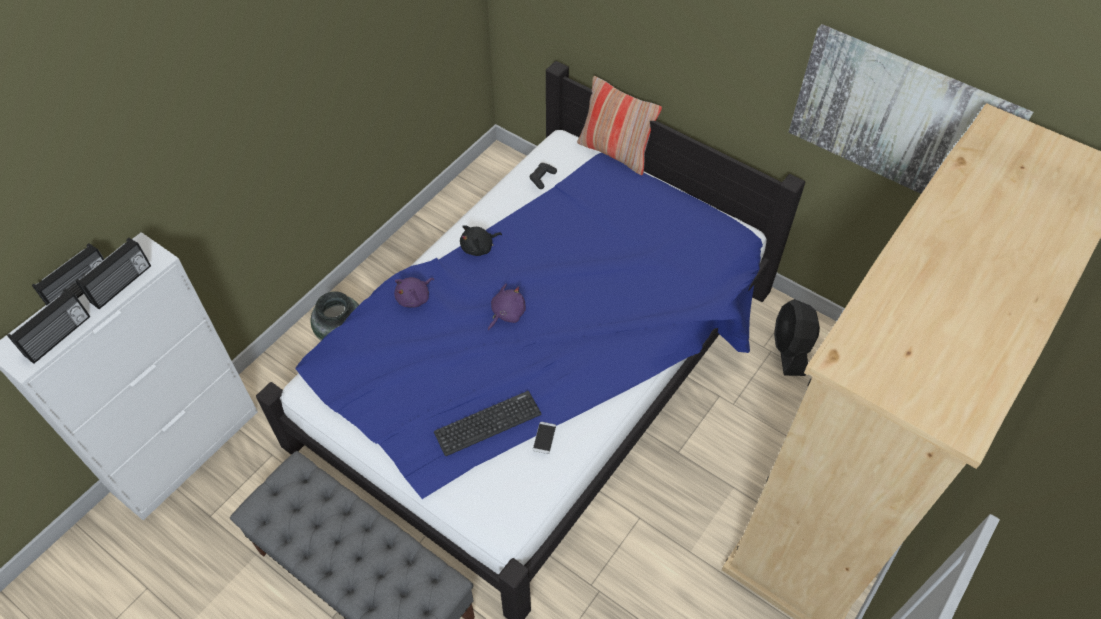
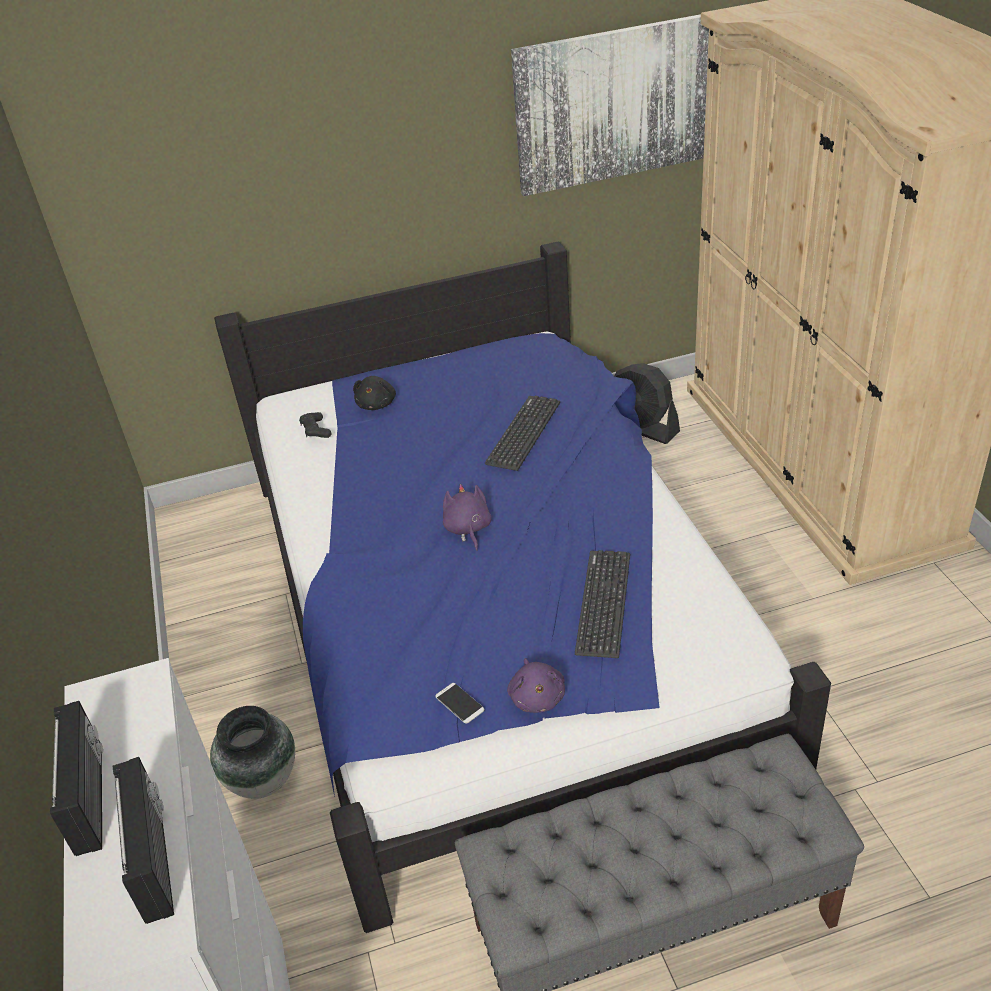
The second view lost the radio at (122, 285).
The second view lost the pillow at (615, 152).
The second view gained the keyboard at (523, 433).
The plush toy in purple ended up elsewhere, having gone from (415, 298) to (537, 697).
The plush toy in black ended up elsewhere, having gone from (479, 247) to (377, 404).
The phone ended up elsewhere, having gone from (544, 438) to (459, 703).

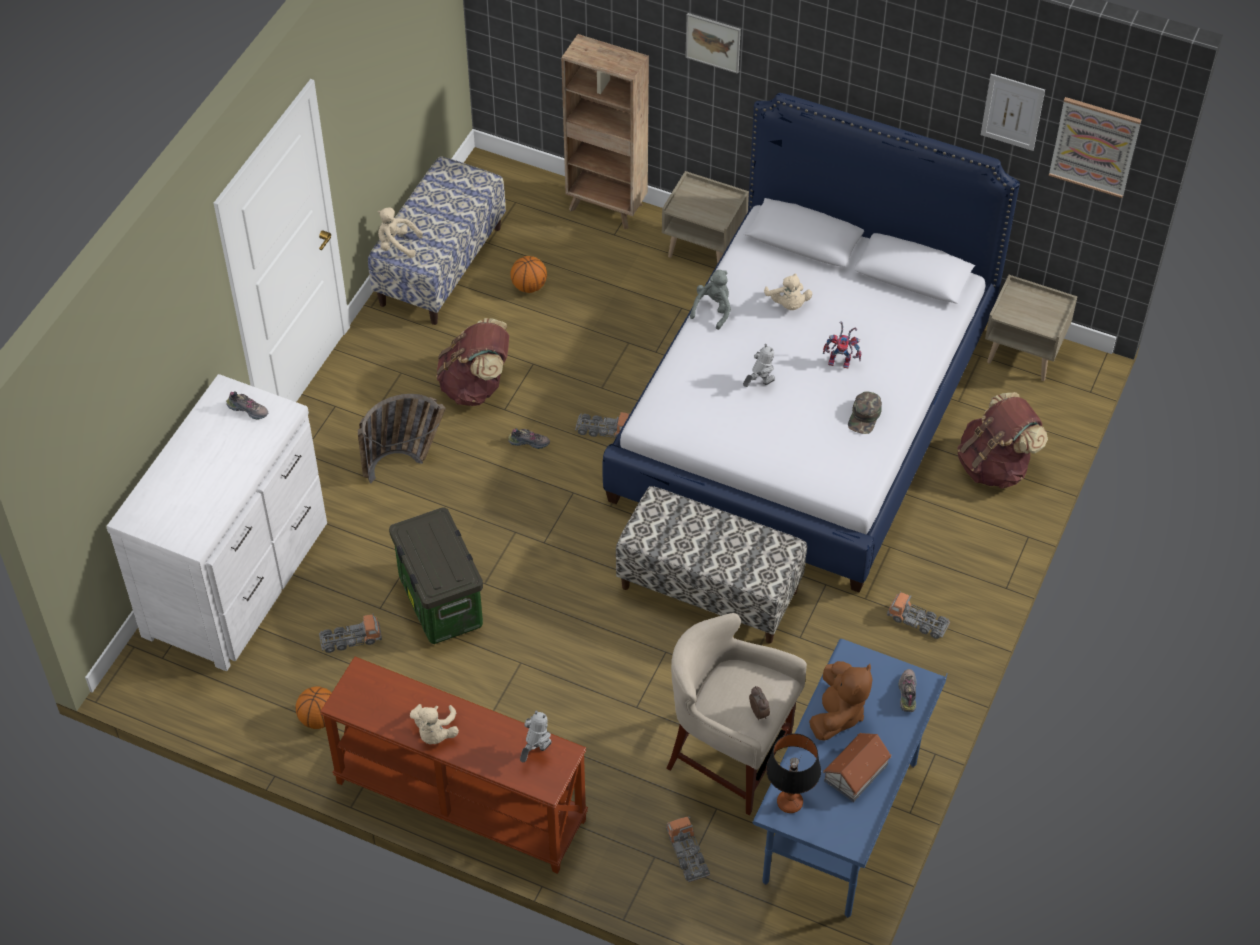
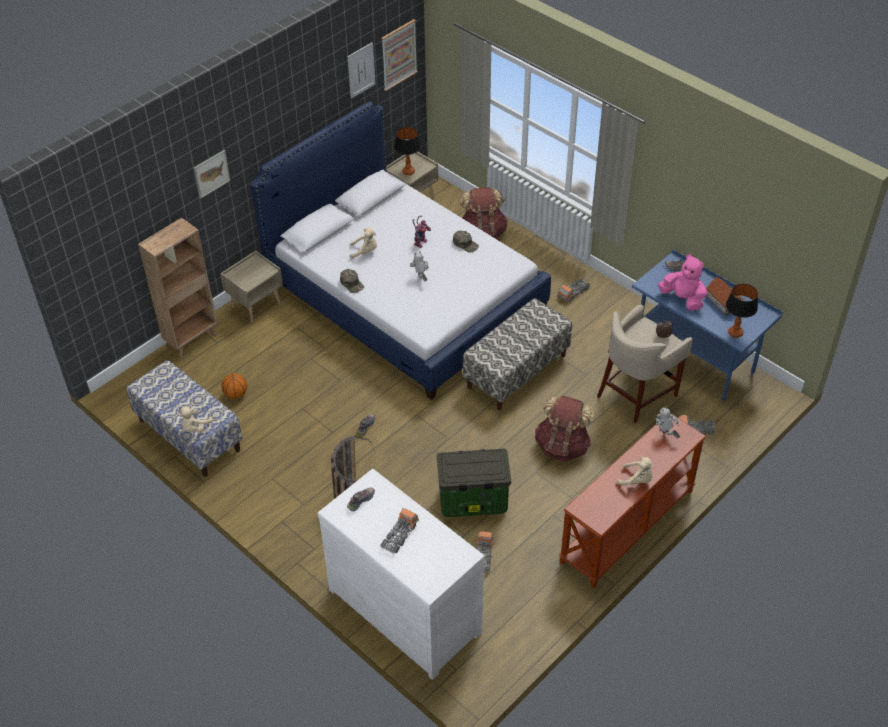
The second view lost the basketball at (319, 719).
The second view gained the table lamp at (408, 172).
The backpack in brown ended up elsewhere, having gone from (476, 386) to (562, 446).
The toy truck ended up elsewhere, having gone from (604, 430) to (400, 535).
Where the plush toy in grey stood at (713, 310), the cap in green came to stand at (352, 283).
What was the plush toy in brown at (837, 714) turned into the plush toy in pink at (683, 299).

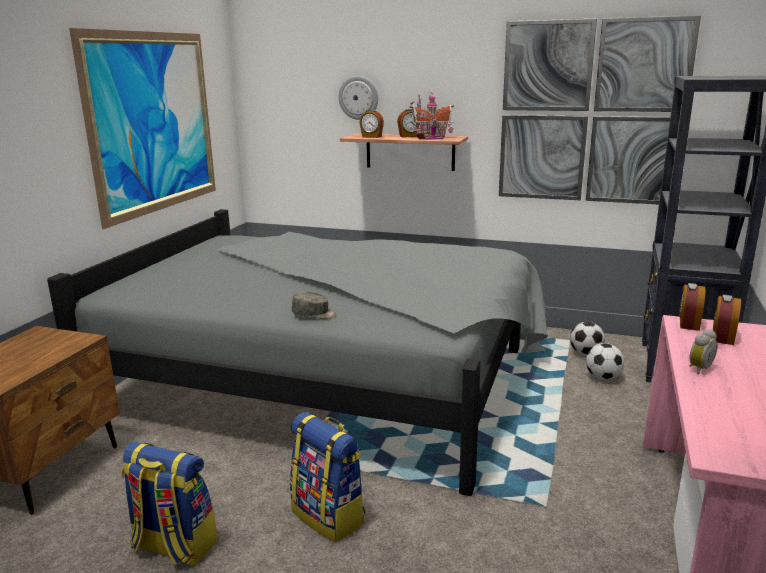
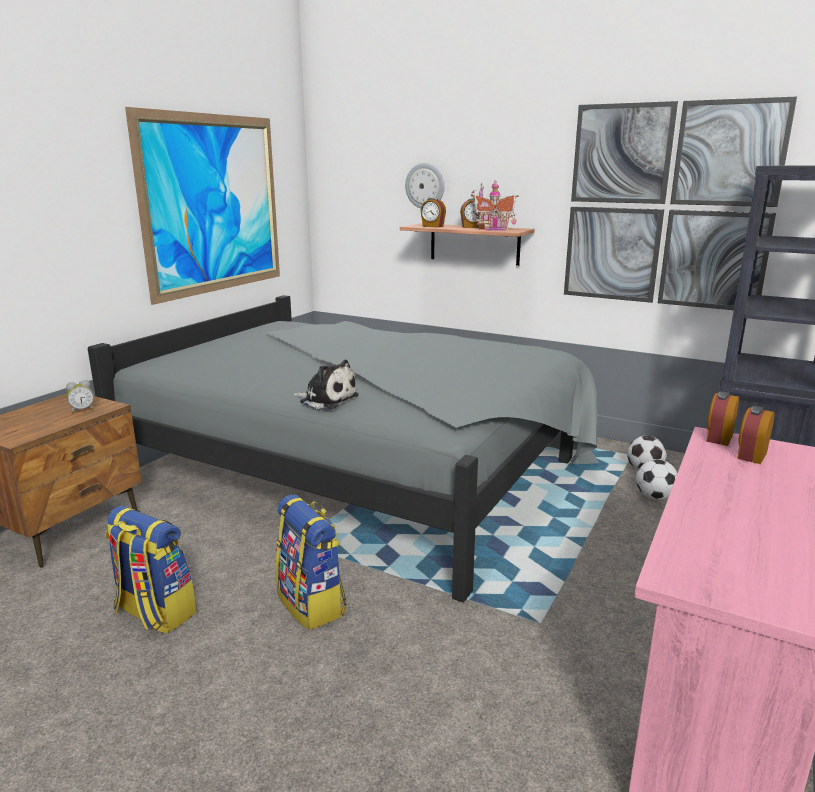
The alarm clock ended up elsewhere, having gone from (698, 369) to (82, 410).
Where the cap in grey stood at (314, 314), the plush toy came to stand at (326, 399).

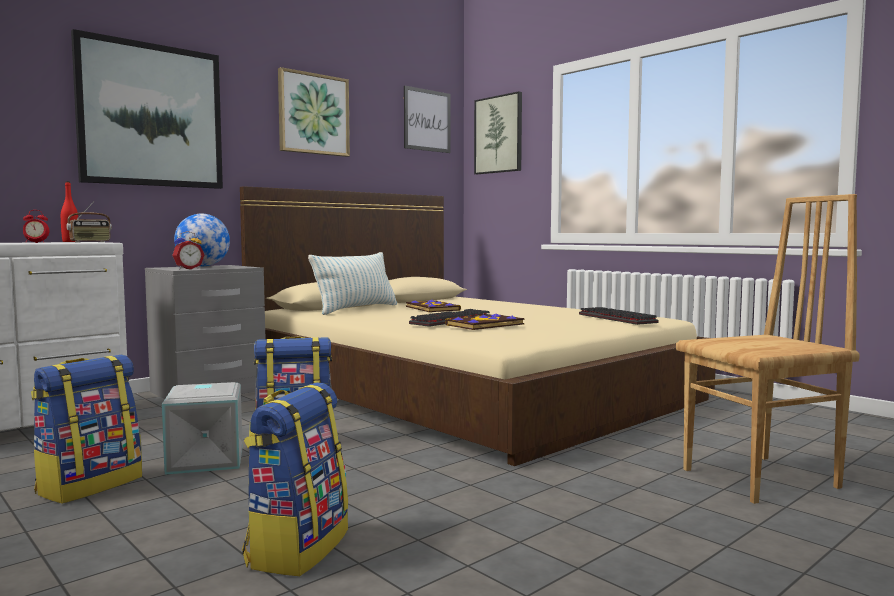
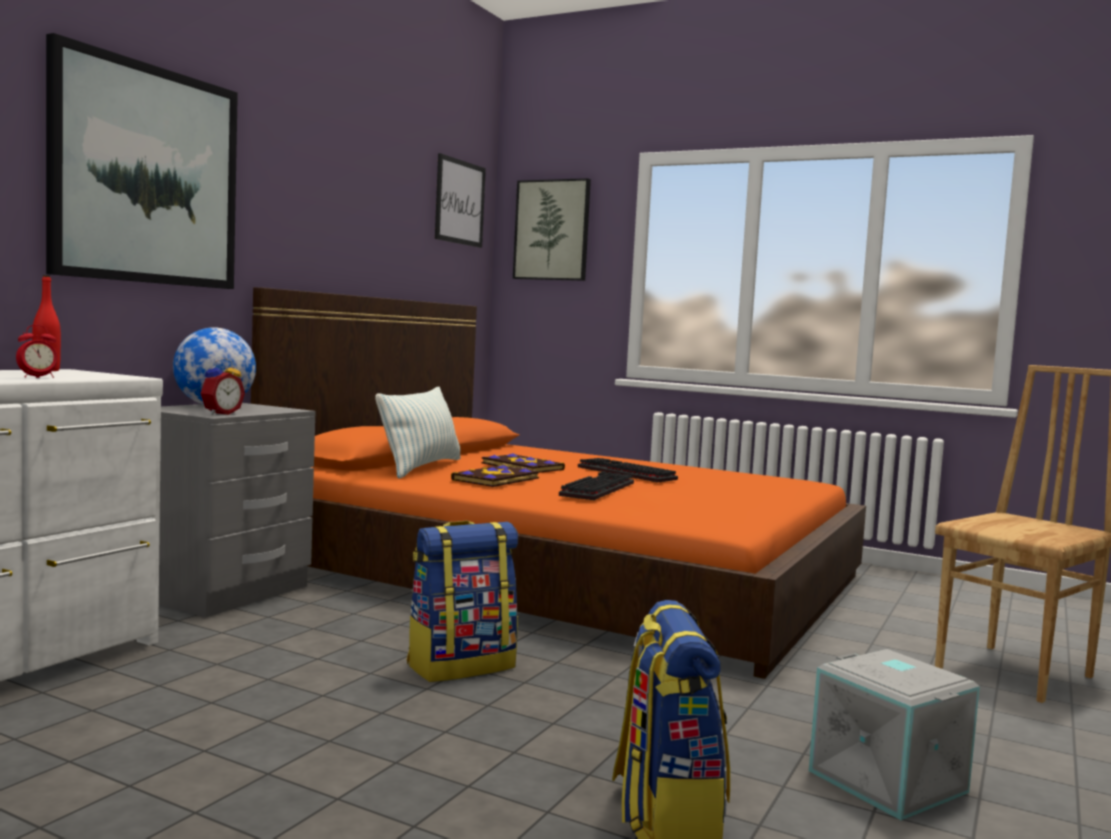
The second view lost the backpack at (90, 485).
The second view lost the radio at (90, 242).
The second view lost the picture at (313, 114).
The storage box in grey ended up elsewhere, having gone from (207, 460) to (890, 781).
The book ended up elsewhere, having gone from (485, 325) to (497, 479).
The keyboard ended up elsewhere, having gone from (614, 318) to (623, 473).
What was the bed in beige at (462, 387) turned into the bed in orange at (566, 571).

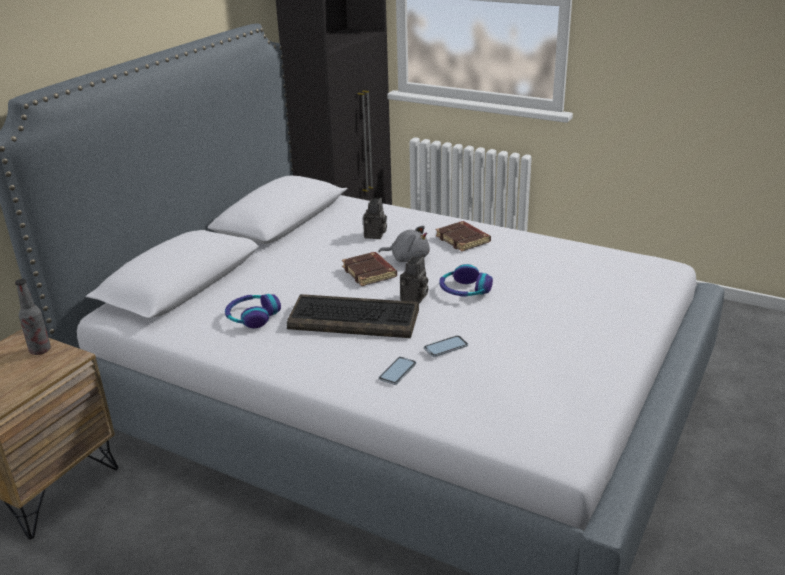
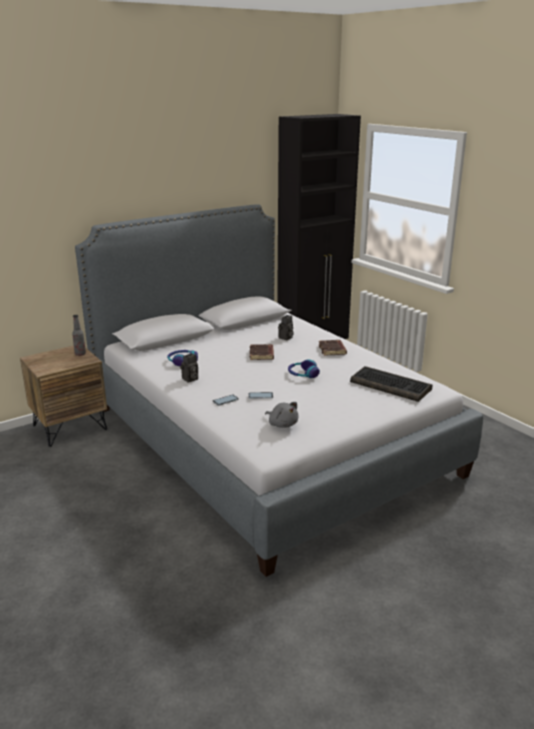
The keyboard ended up elsewhere, having gone from (355, 319) to (391, 385).
The plush toy in grey ended up elsewhere, having gone from (408, 259) to (282, 424).
The photo camera ended up elsewhere, having gone from (414, 299) to (190, 379).

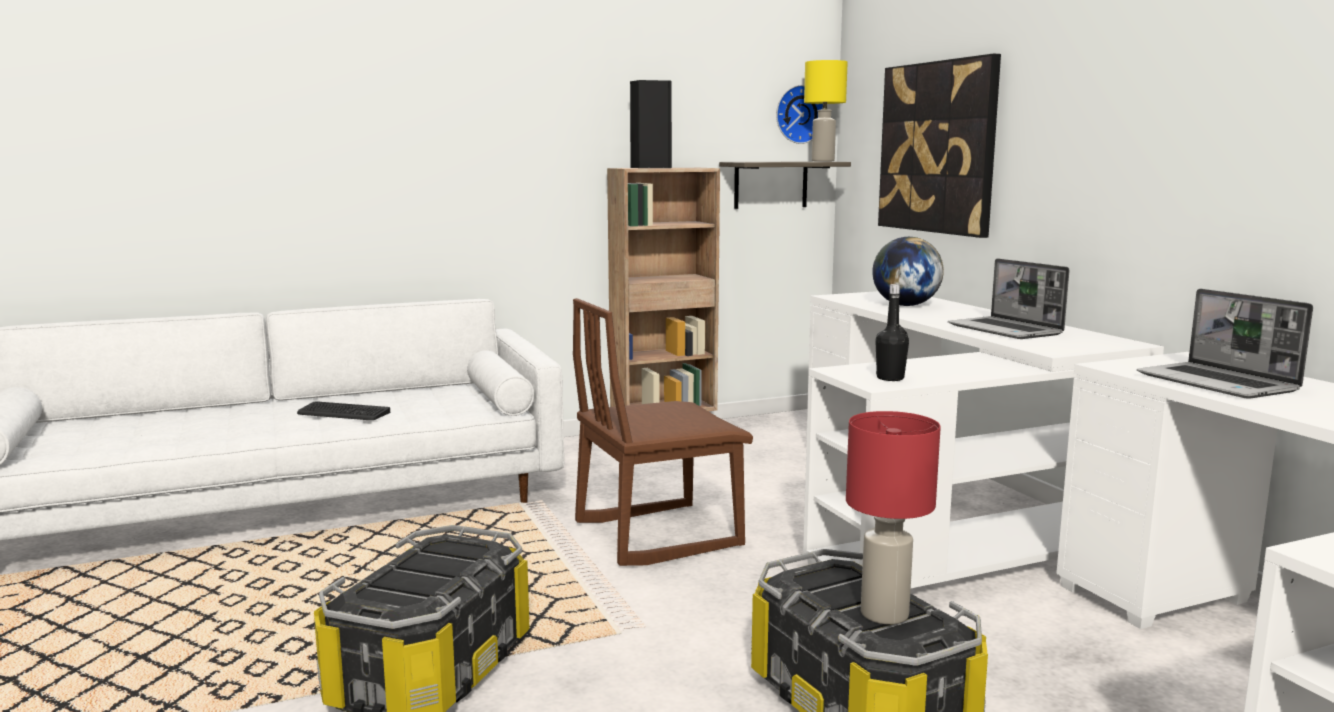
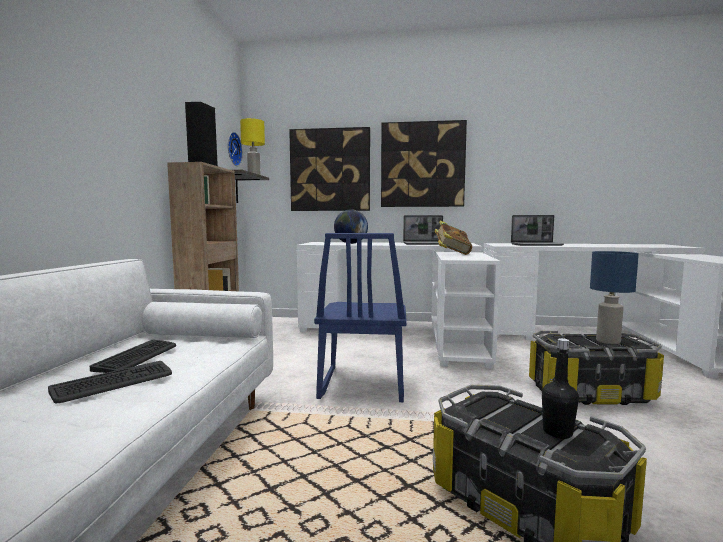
The second view gained the keyboard at (137, 357).
The second view gained the picture at (422, 165).
The second view gained the book at (452, 253).
The bottle in black ended up elsewhere, having gone from (890, 378) to (557, 432).
What was the chair in brown at (657, 534) turned into the chair in blue at (362, 385).
What was the table lamp in red at (885, 615) turned into the table lamp in blue at (608, 341).

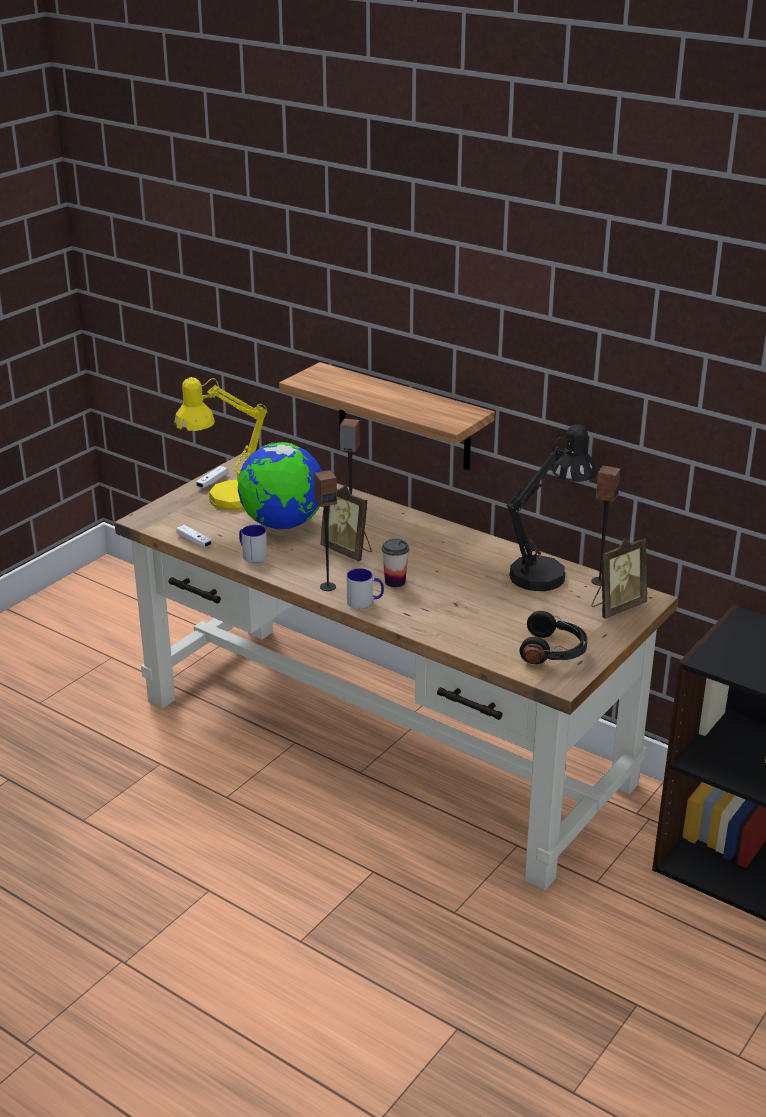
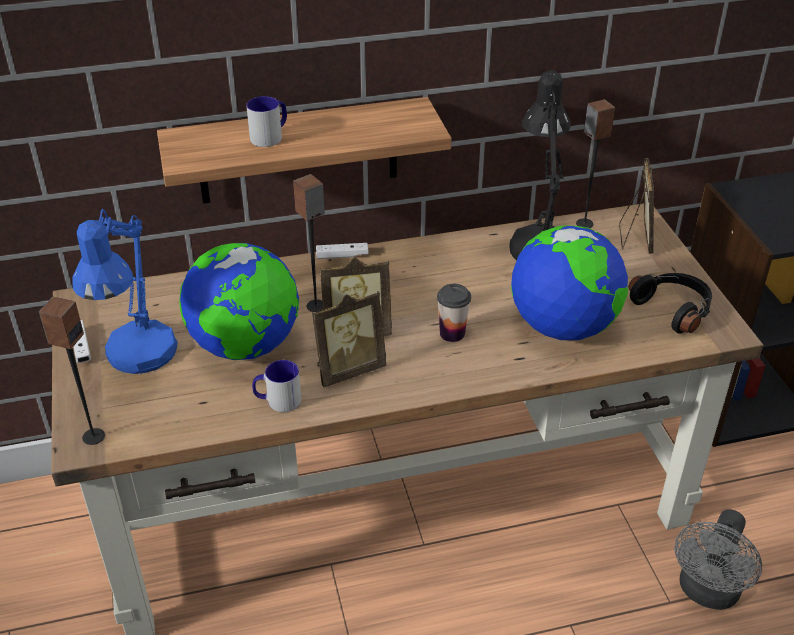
The second view gained the picture frame at (348, 369).
The second view gained the globe at (563, 327).
The second view gained the fan in grey at (707, 593).
The game controller in white ended up elsewhere, having gone from (194, 541) to (342, 256).
The speaker ended up elsewhere, having gone from (327, 586) to (93, 436).
The mug ended up elsewhere, having gone from (365, 602) to (270, 136).
What was the table lamp in yellow at (224, 502) turned into the table lamp in blue at (138, 361).

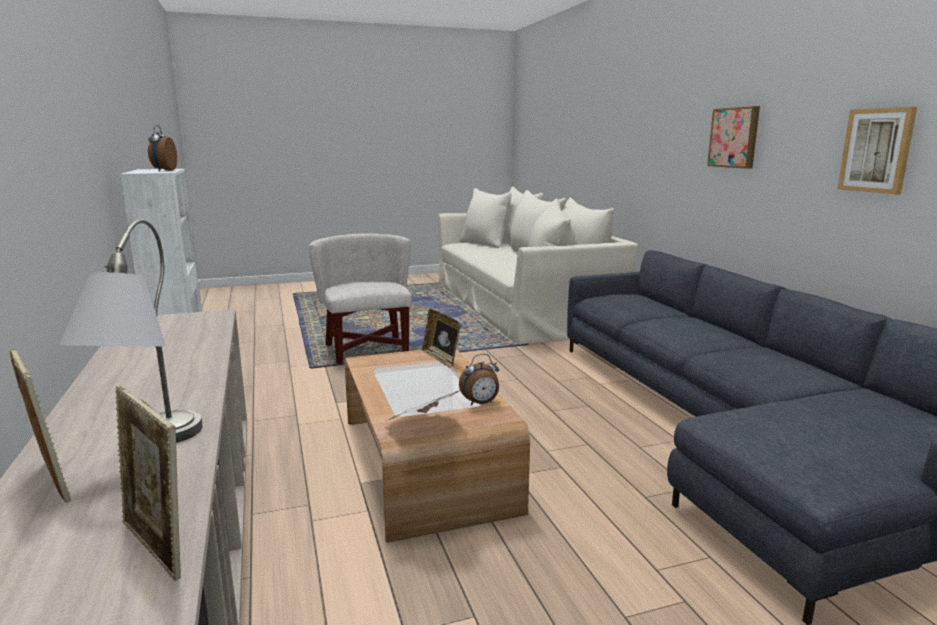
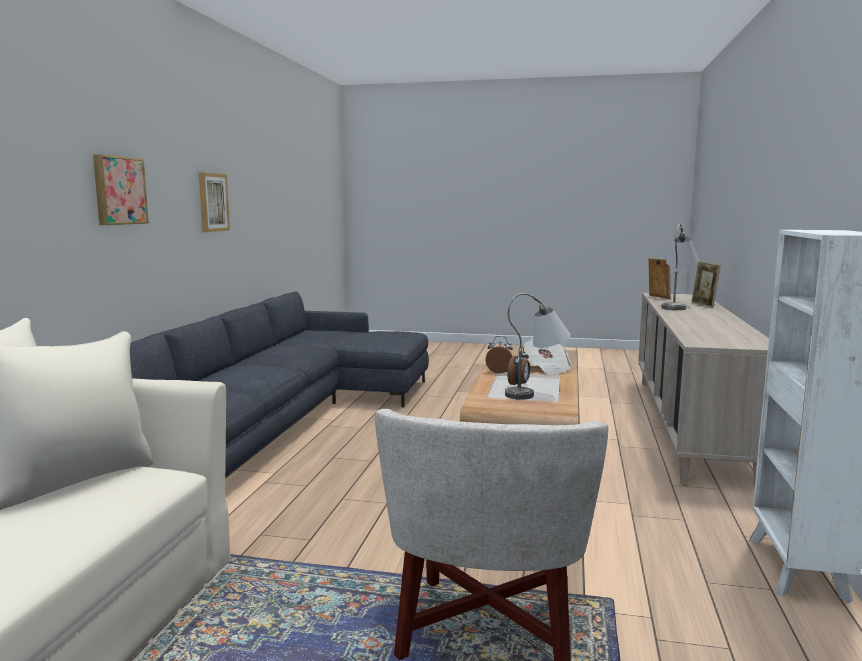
The second view lost the picture frame at (441, 359).
The second view gained the table lamp in grey at (538, 394).
The alarm clock ended up elsewhere, having gone from (164, 171) to (519, 385).

